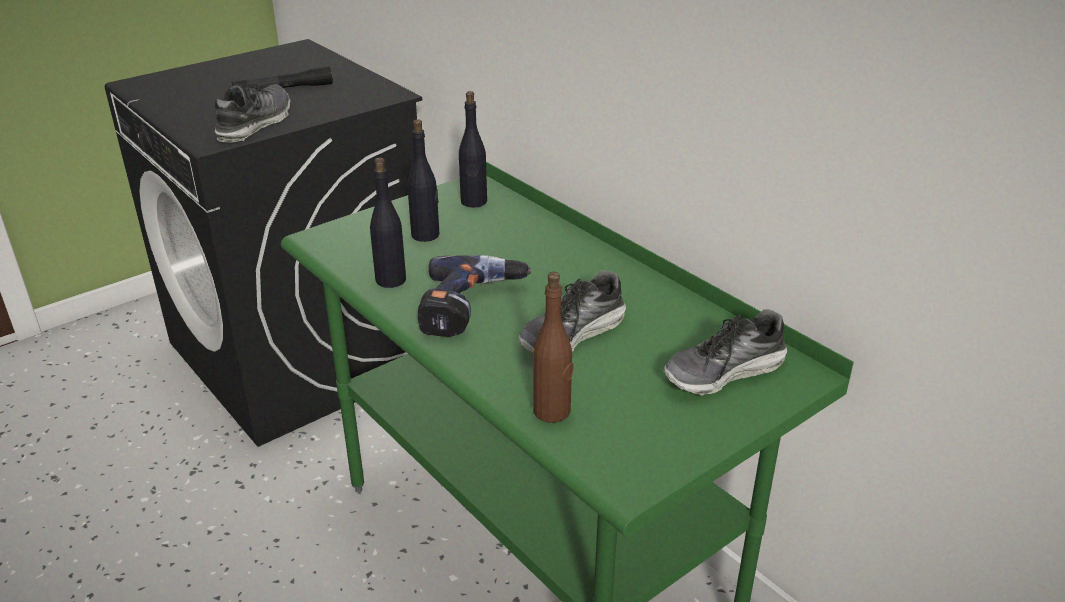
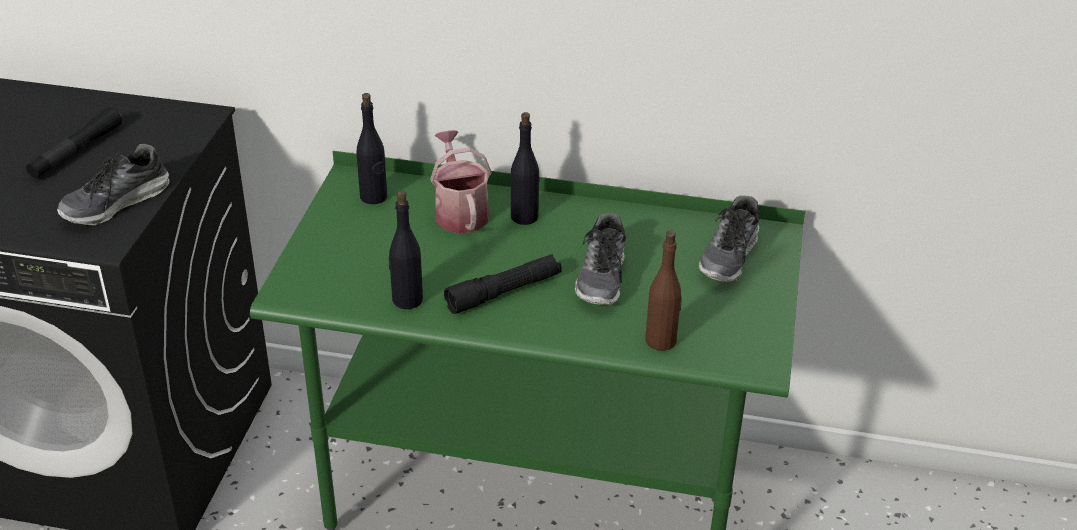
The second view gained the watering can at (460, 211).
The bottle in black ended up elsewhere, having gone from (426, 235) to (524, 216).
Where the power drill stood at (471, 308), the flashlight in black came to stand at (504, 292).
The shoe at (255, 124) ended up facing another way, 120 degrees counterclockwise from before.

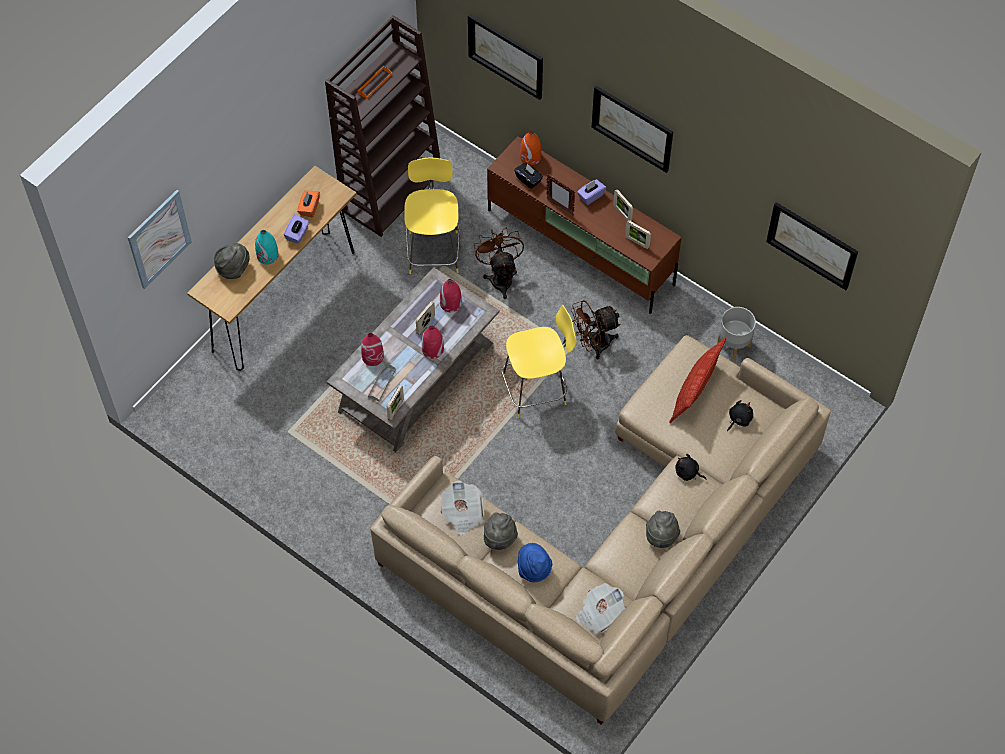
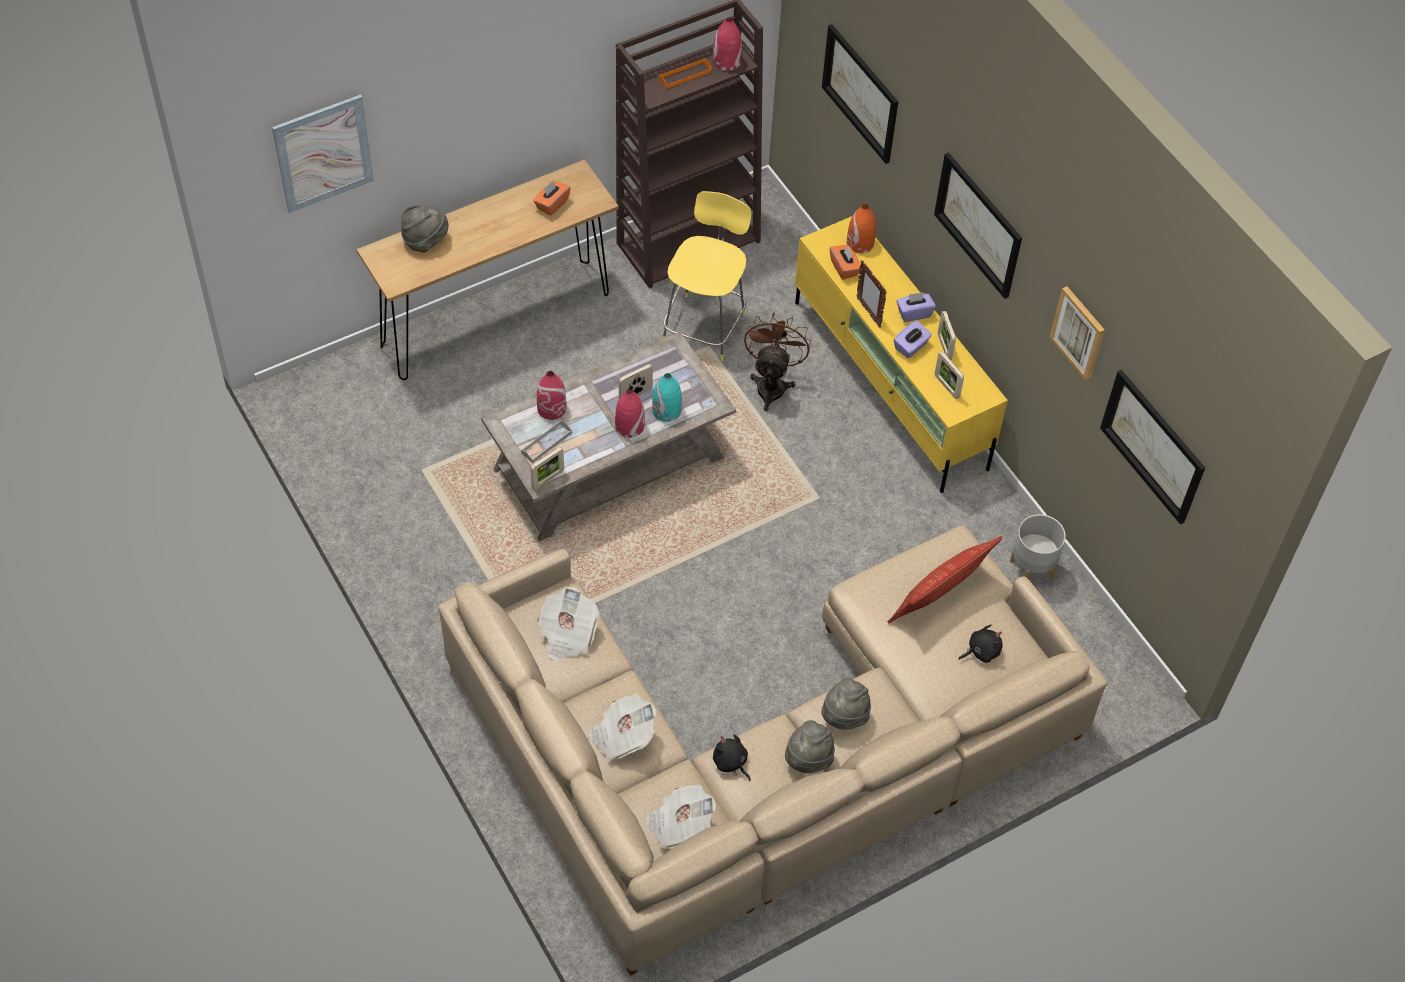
The second view lost the stool in yellow at (537, 389).
The second view lost the fan in brown at (593, 344).
The second view gained the picture at (1078, 332).
The vase in turquoise ended up elsewhere, having gone from (267, 255) to (666, 410).
The tissue box in purple ended up elsewhere, having gone from (297, 234) to (911, 347).
The vase in red ended up elsewhere, having gone from (450, 303) to (726, 61).
The hat in grey ended up elsewhere, having gone from (499, 539) to (844, 717).
The plush toy in black ended up elsewhere, having gone from (688, 473) to (731, 763).
Where the hat in blue stood at (533, 569), the newspaper came to stand at (622, 735).
What was the tv stand in brown at (581, 248) turned into the tv stand in yellow at (890, 385).
What was the tissue box in black at (528, 180) turned into the tissue box in orange at (844, 268).

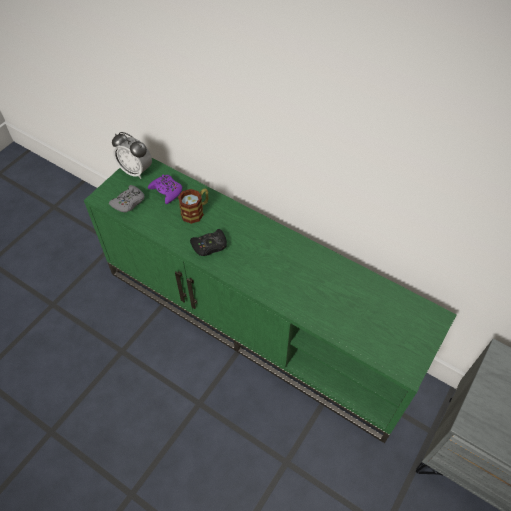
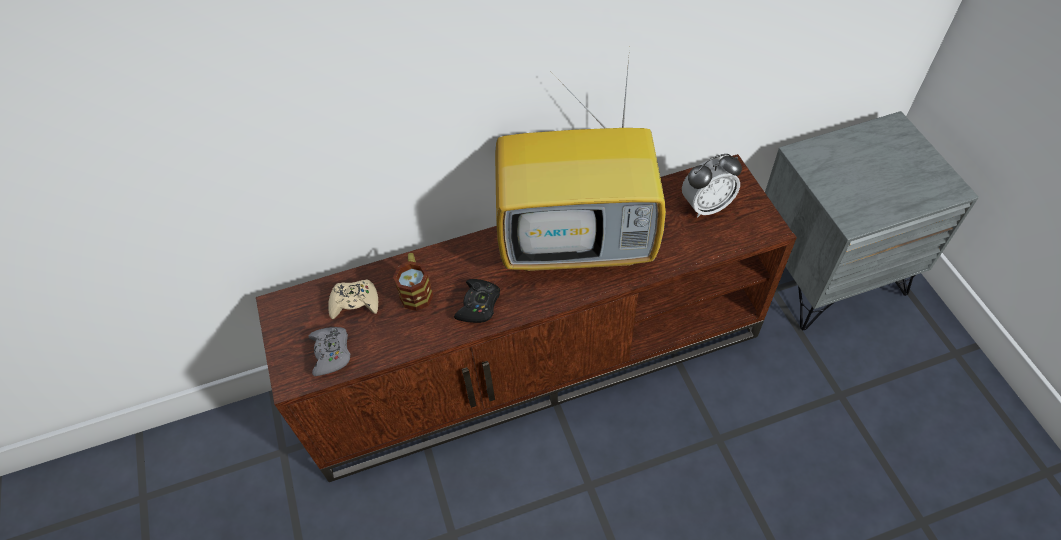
The second view gained the television at (579, 241).
The alarm clock ended up elsewhere, having gone from (136, 171) to (706, 206).
What was the tv stand in green at (259, 322) turned into the tv stand in brown at (537, 359).
What was the game controller in purple at (166, 191) turned into the game controller in beige at (355, 303).

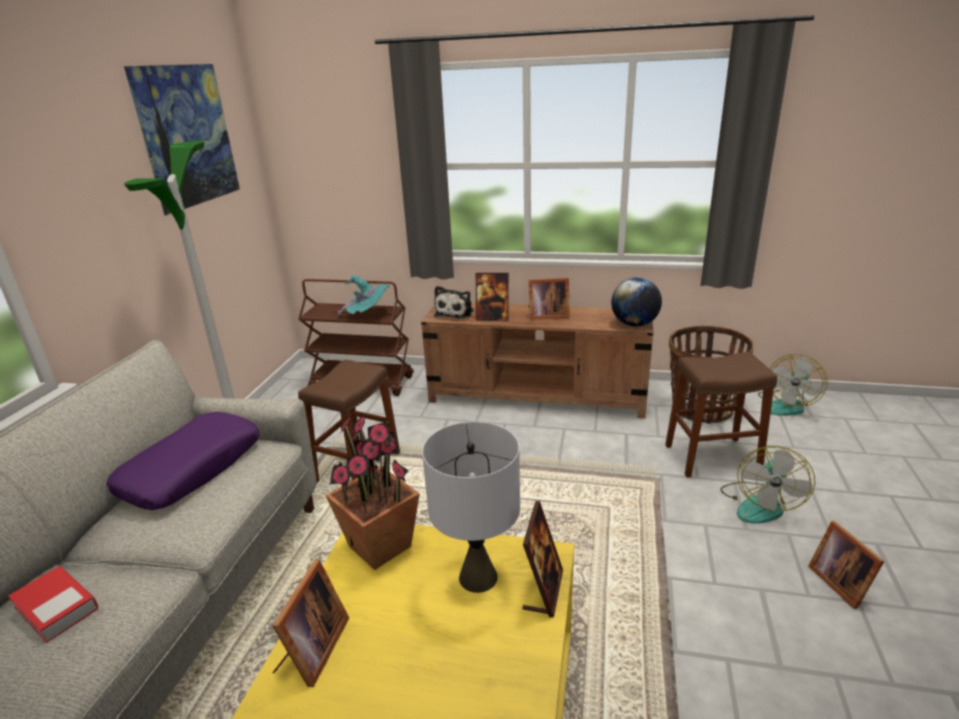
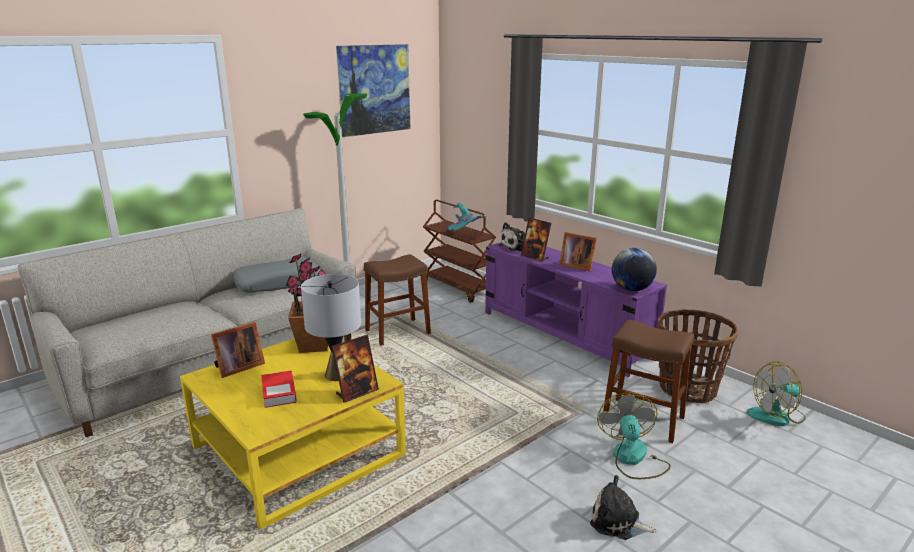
The book ended up elsewhere, having gone from (56, 608) to (279, 393).
Where the picture frame stood at (839, 582), the plush toy came to stand at (618, 522).
What was the pillow in purple at (191, 470) turned into the pillow in grey at (278, 283).
What was the tv stand in brown at (537, 396) turned into the tv stand in purple at (565, 335).
The fan at (759, 504) ended up facing another way, 120 degrees clockwise from before.

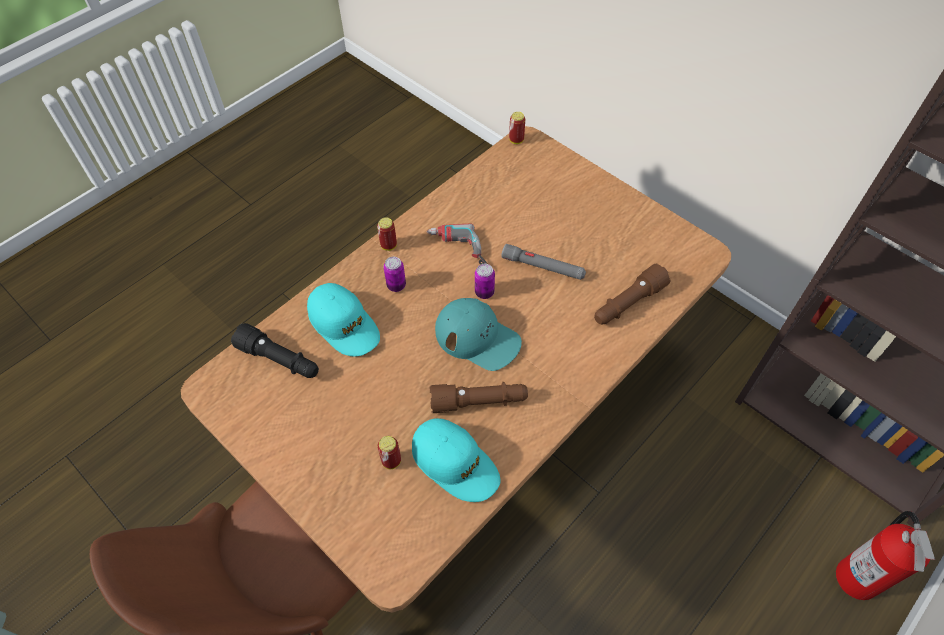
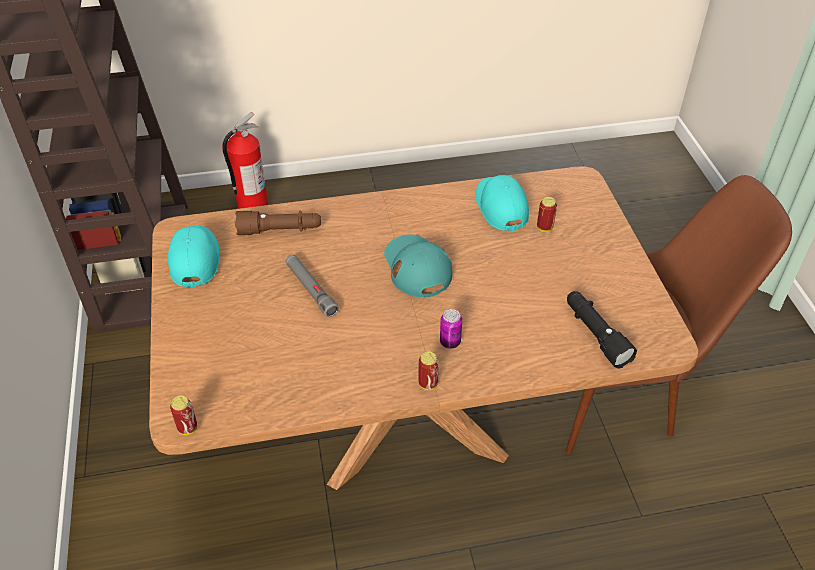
The second view lost the power drill at (457, 251).
The second view lost the flashlight in brown at (478, 402).
The second view lost the can at (484, 292).
The cap in turquoise ended up elsewhere, having gone from (344, 324) to (194, 259).

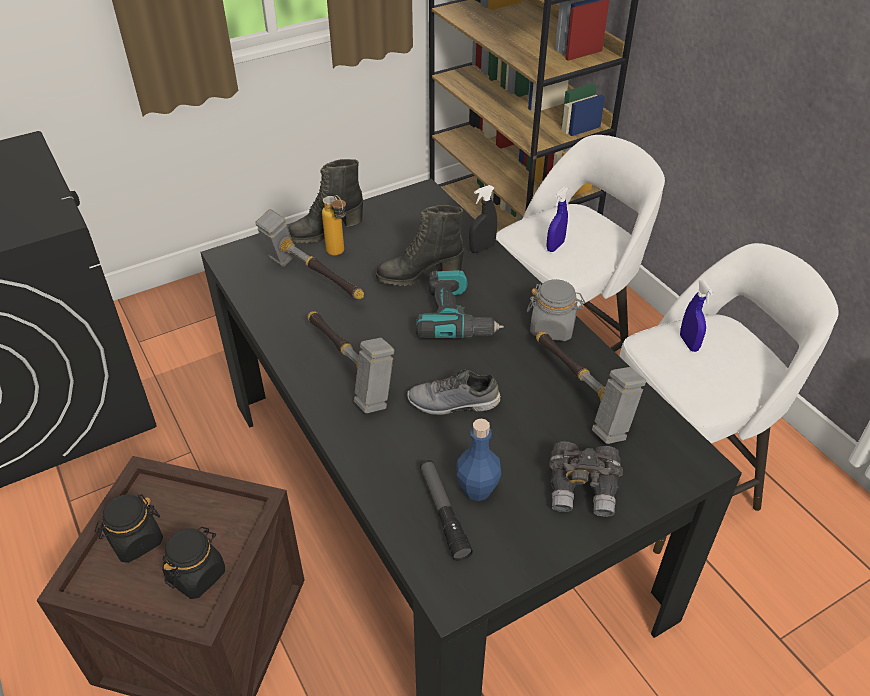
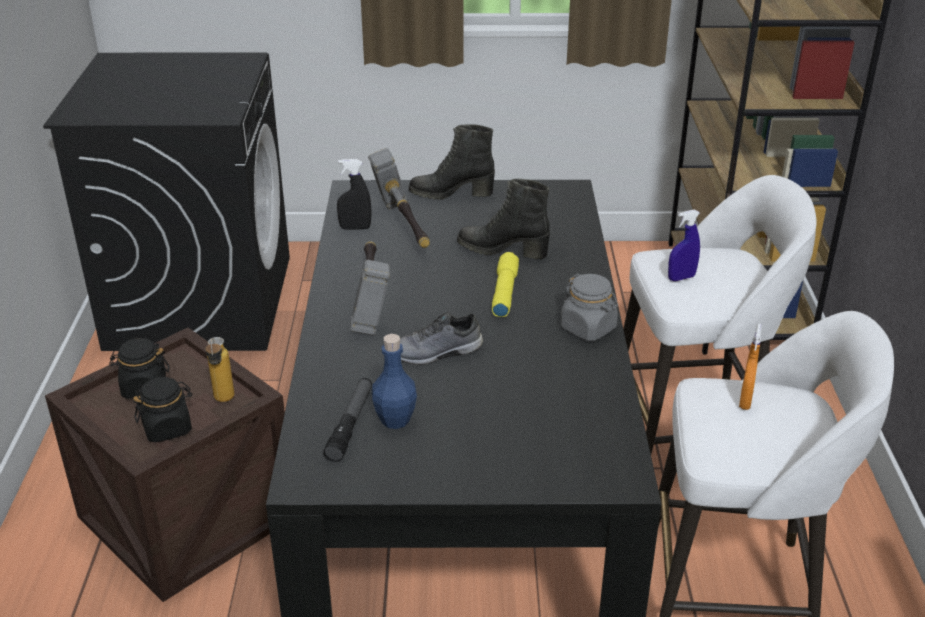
The second view lost the hammer at (580, 397).
The second view lost the binoculars in grey at (583, 489).
The bottle ended up elsewhere, having gone from (339, 254) to (223, 402).
The spray bottle in black ended up elsewhere, having gone from (482, 248) to (355, 228).
Where the power drill stood at (456, 318), the flashlight in yellow came to stand at (503, 292).
What was the spray bottle in blue at (689, 343) turned into the spray bottle in orange at (745, 401).
The shoe in grey at (453, 404) ended up facing another way, 45 degrees counterclockwise from before.

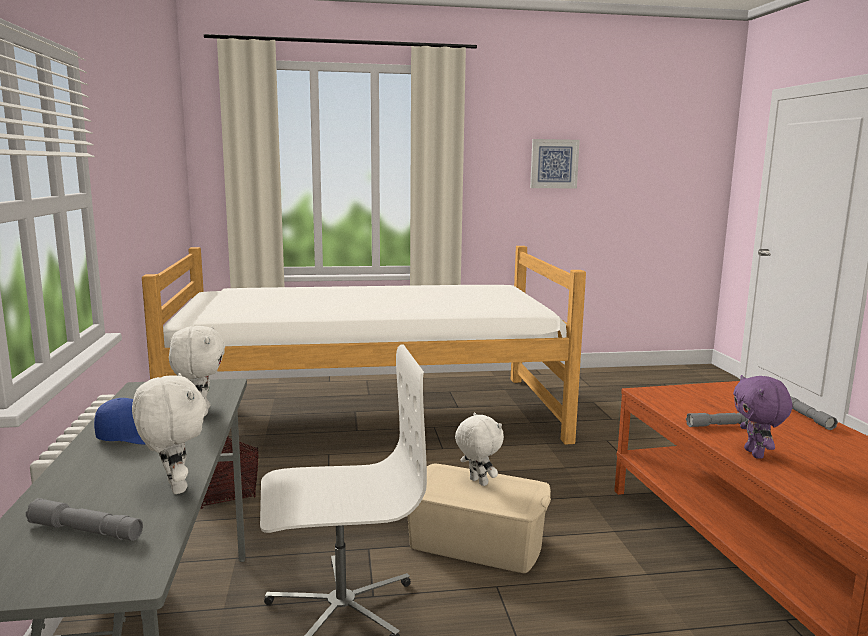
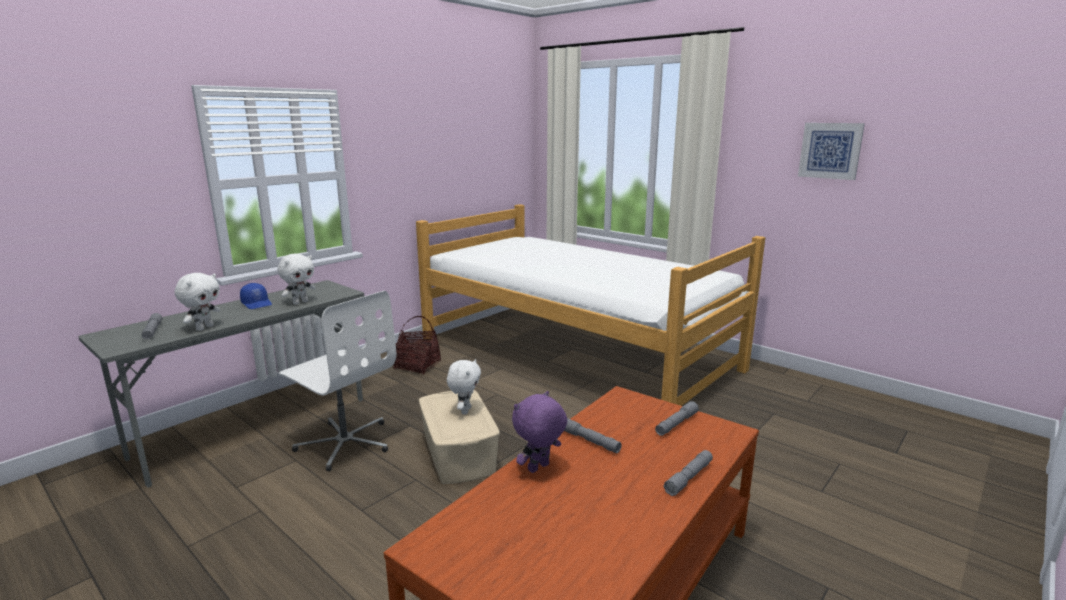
The second view gained the flashlight in grey at (676, 424).

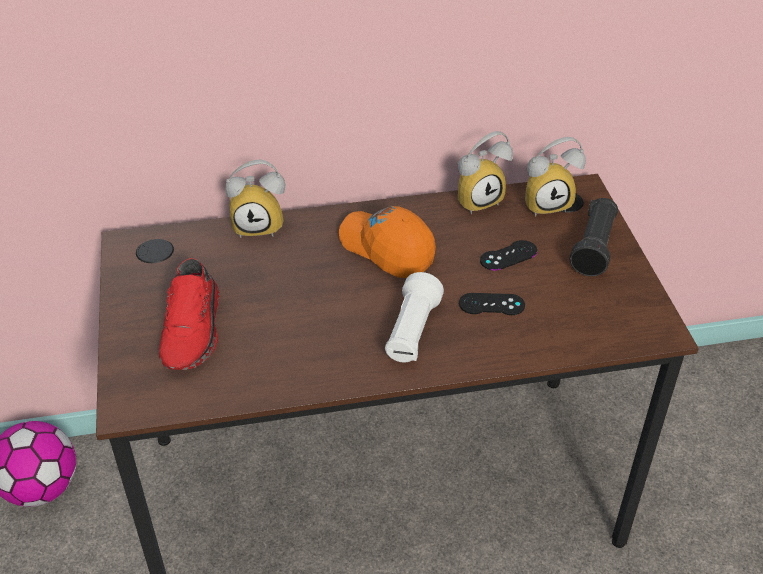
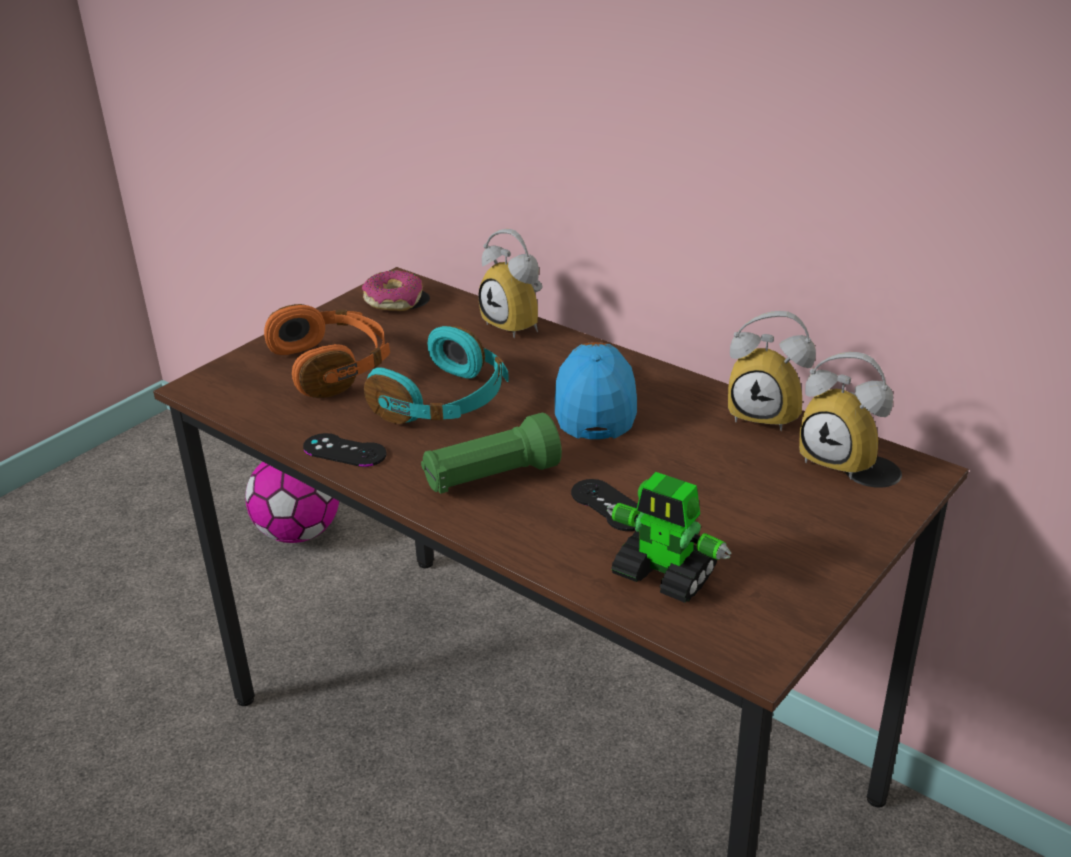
The second view lost the flashlight in black at (594, 248).
The second view gained the donut at (394, 300).
The second view gained the headphones in turquoise at (445, 402).
The second view gained the toy robot at (665, 575).
The game controller in black ended up elsewhere, having gone from (508, 256) to (344, 451).
Where the shoe in red stood at (194, 330), the headphones in orange came to stand at (333, 366).
What was the cap in orange at (387, 249) turned into the cap in blue at (595, 402).
What was the flashlight in white at (411, 333) turned into the flashlight in green at (491, 478).

